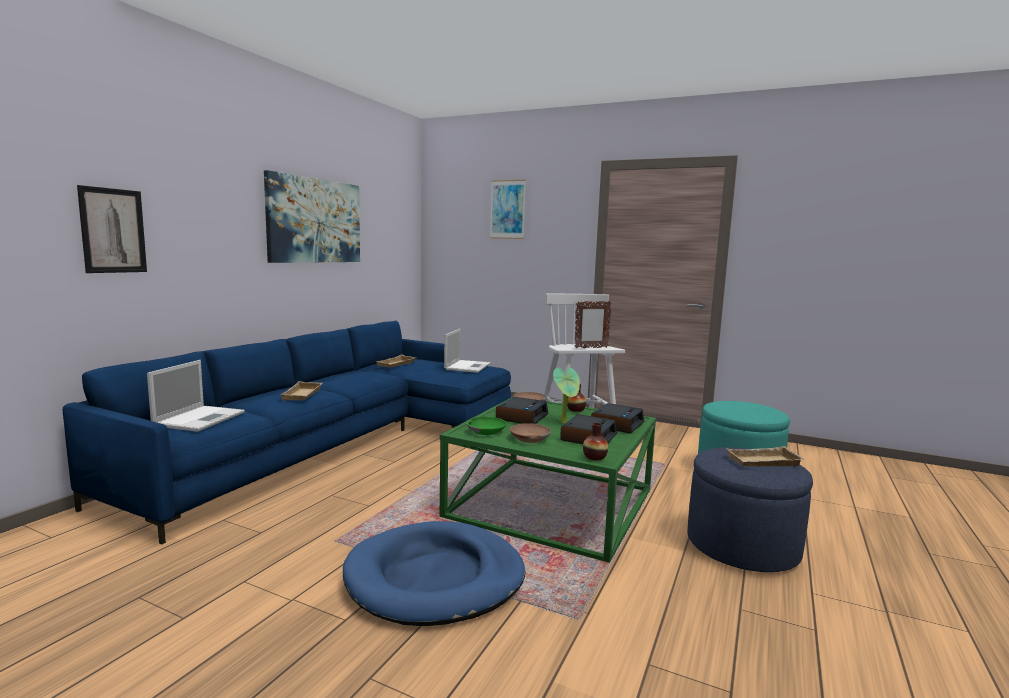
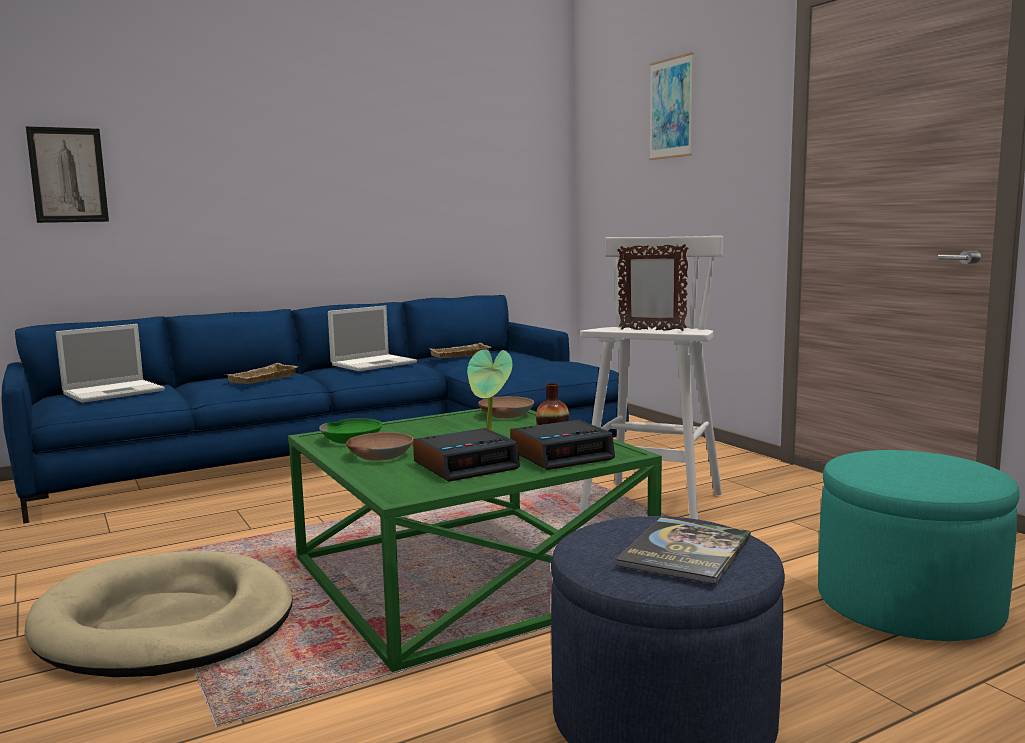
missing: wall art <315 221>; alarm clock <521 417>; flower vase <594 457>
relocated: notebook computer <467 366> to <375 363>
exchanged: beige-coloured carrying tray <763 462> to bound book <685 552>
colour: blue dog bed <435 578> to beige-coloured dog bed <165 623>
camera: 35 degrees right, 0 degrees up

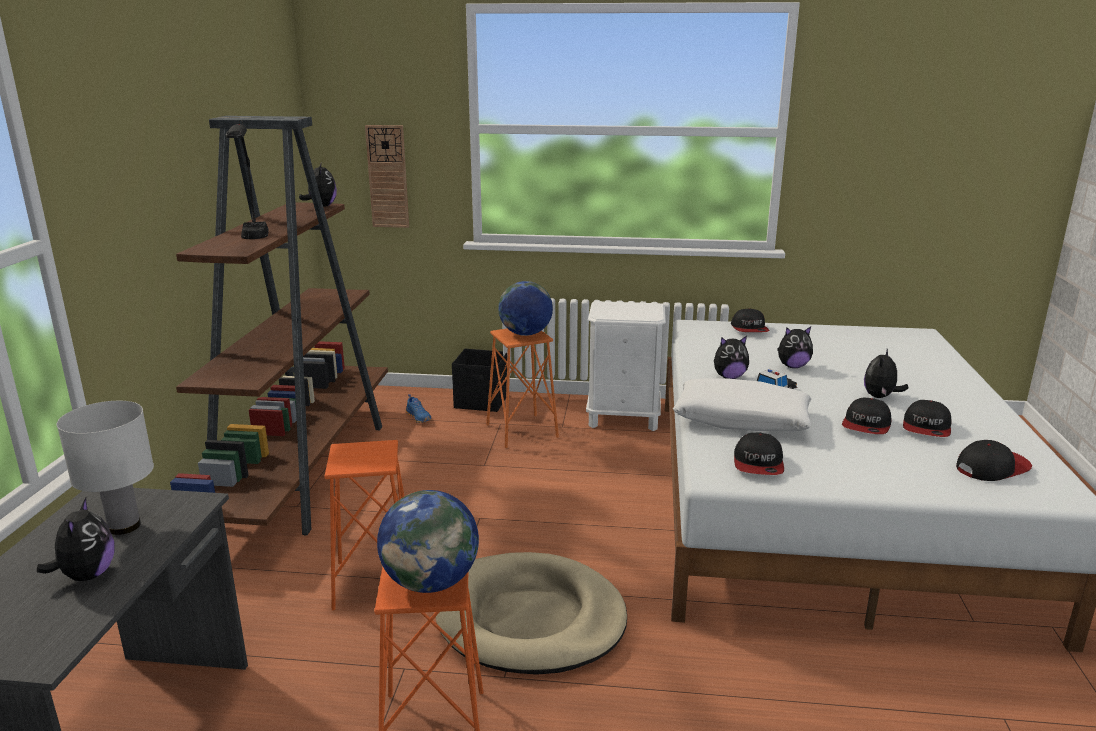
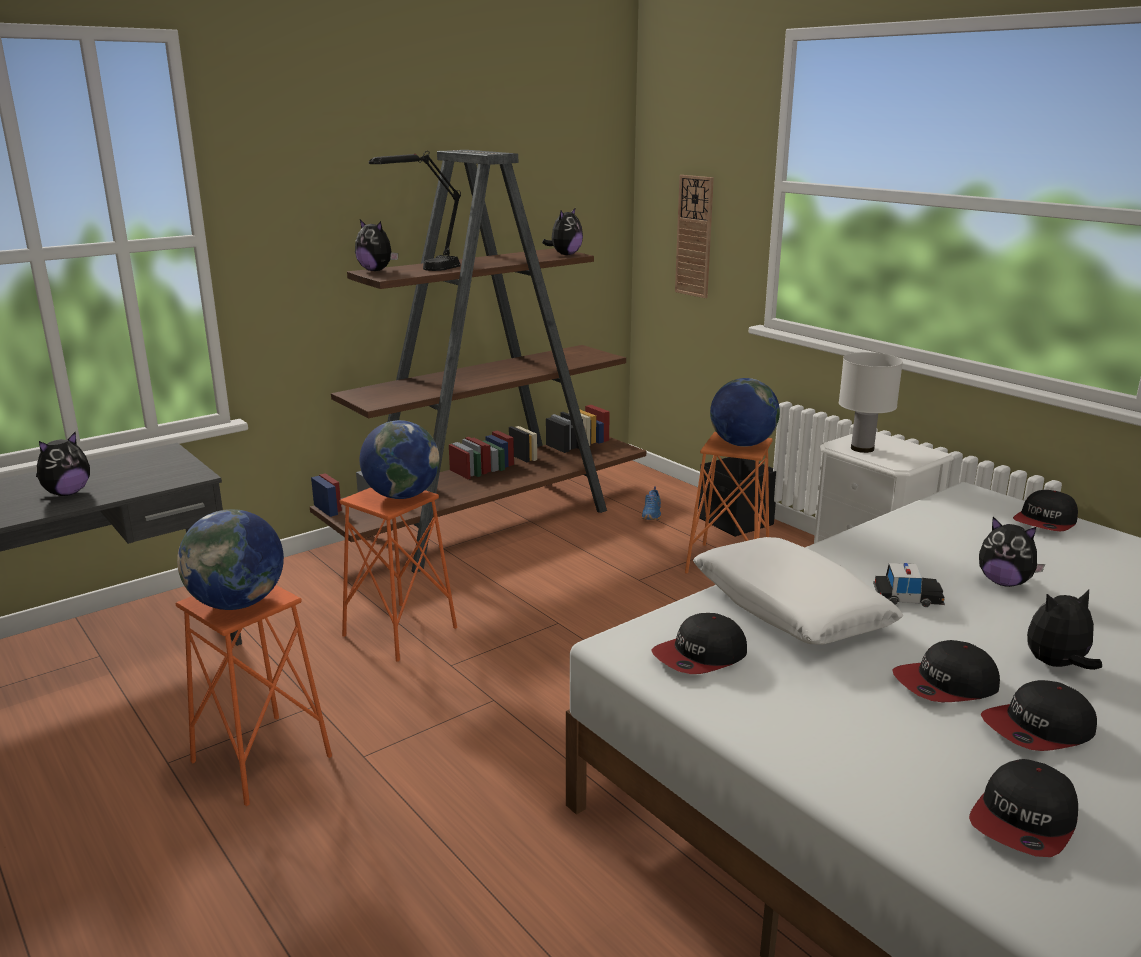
missing: beige-coloured dog bed <530 619>
appeared: desk globe <402 496>
relocated: cuddly toy <729 377> to <376 270>; whitish tabletop lamp <123 526> to <862 448>
spun: peaked cap <992 468> = <1024 821> 105 degrees clockwise
camera: 45 degrees right, 0 degrees up

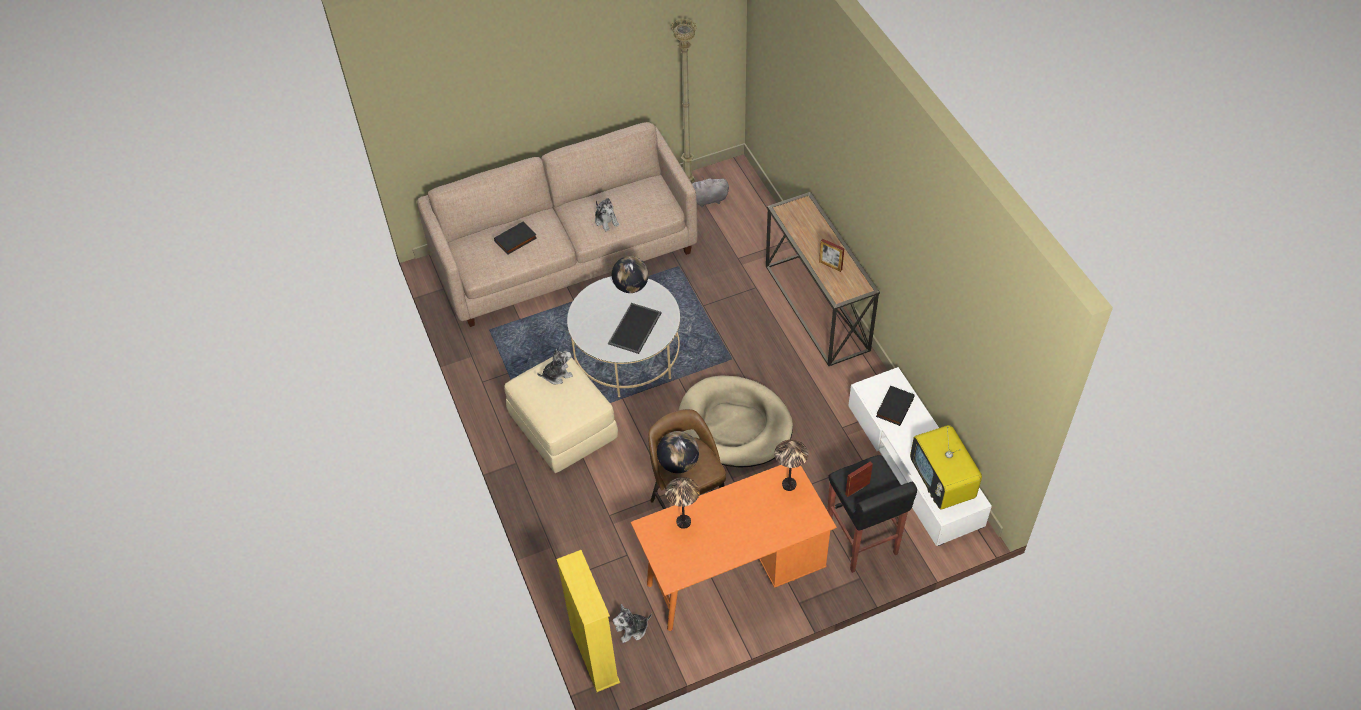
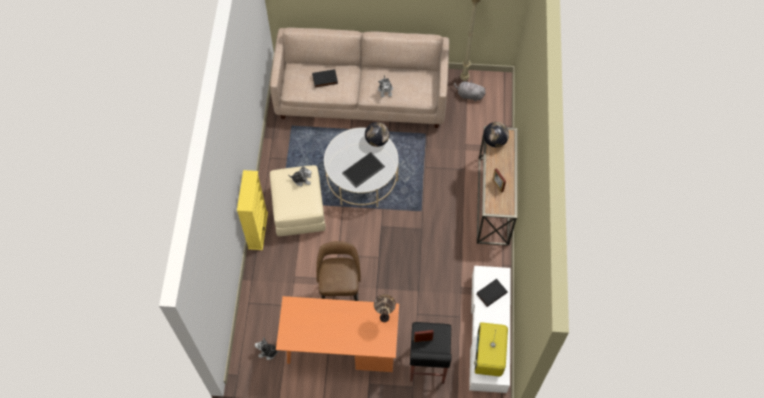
missing: beige-coloured dog bed <734 425>; tabletop lamp <684 522>
relocated: desk globe <678 463> to <494 141>; yellow-coloured bookshelf <594 656> to <258 230>
camera: 25 degrees right, 10 degrees up

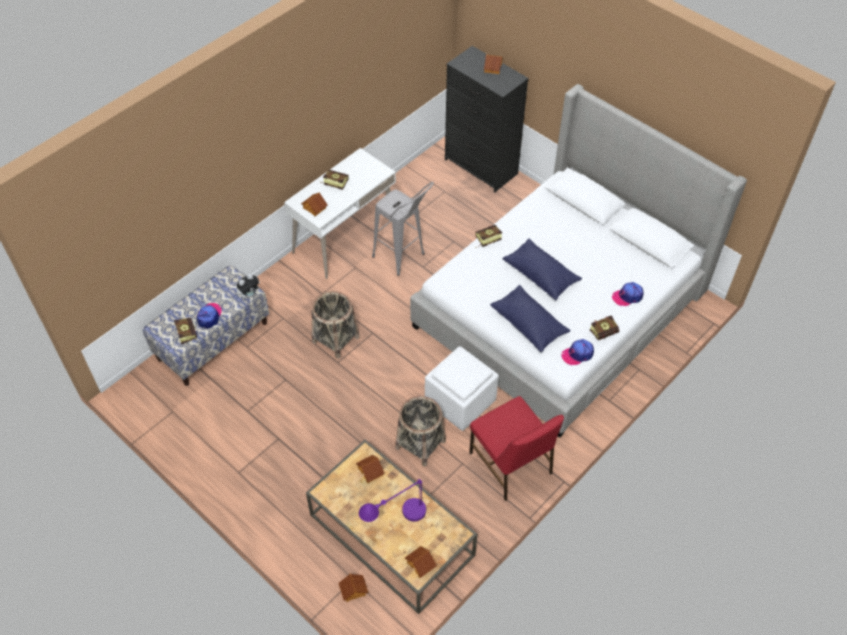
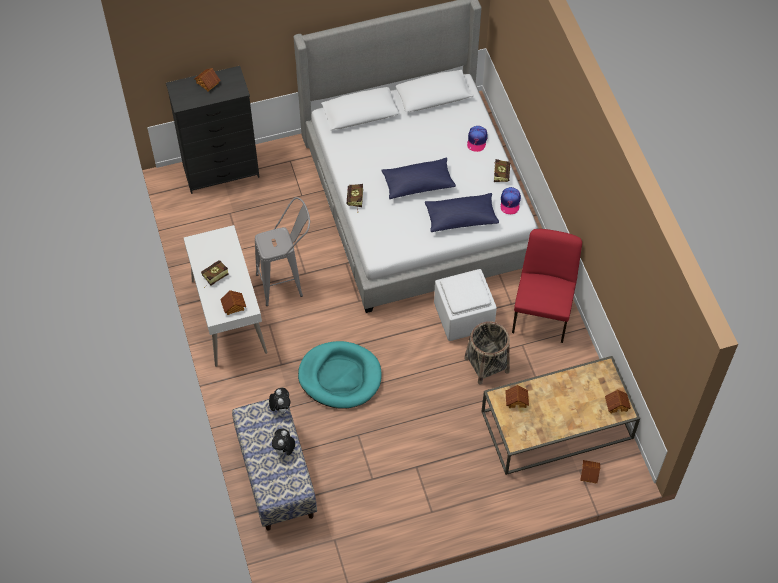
missing: bound book <186 332>; purple-coloured tabletop lamp <396 521>
exchanged: basket <336 339> to turquoise dog bed <340 376>; peaked cap <209 316> to cuddly toy <284 450>
spun: red chair <511 464> = <543 313> 75 degrees counterclockwise
camera: 60 degrees left, 5 degrees up

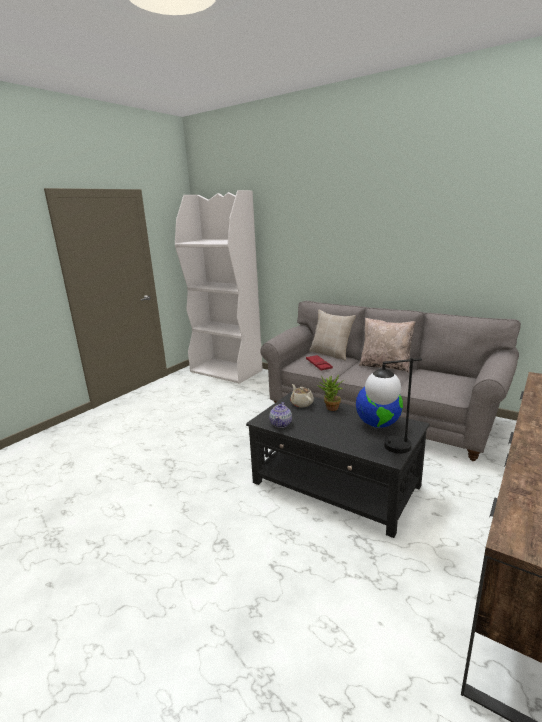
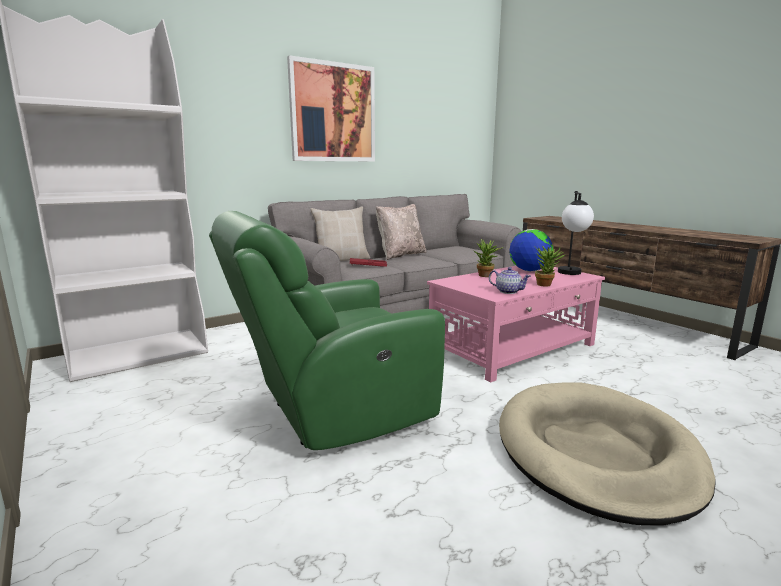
missing: beige-coloured pot for tea <301 403>
appeared: wall art <333 113>; greenish lounge chair <332 411>; plant in a pot <546 284>; beige-coloured dog bed <595 453>
colour: black low table <335 484> to pink low table <513 348>
camera: 70 degrees left, 5 degrees down

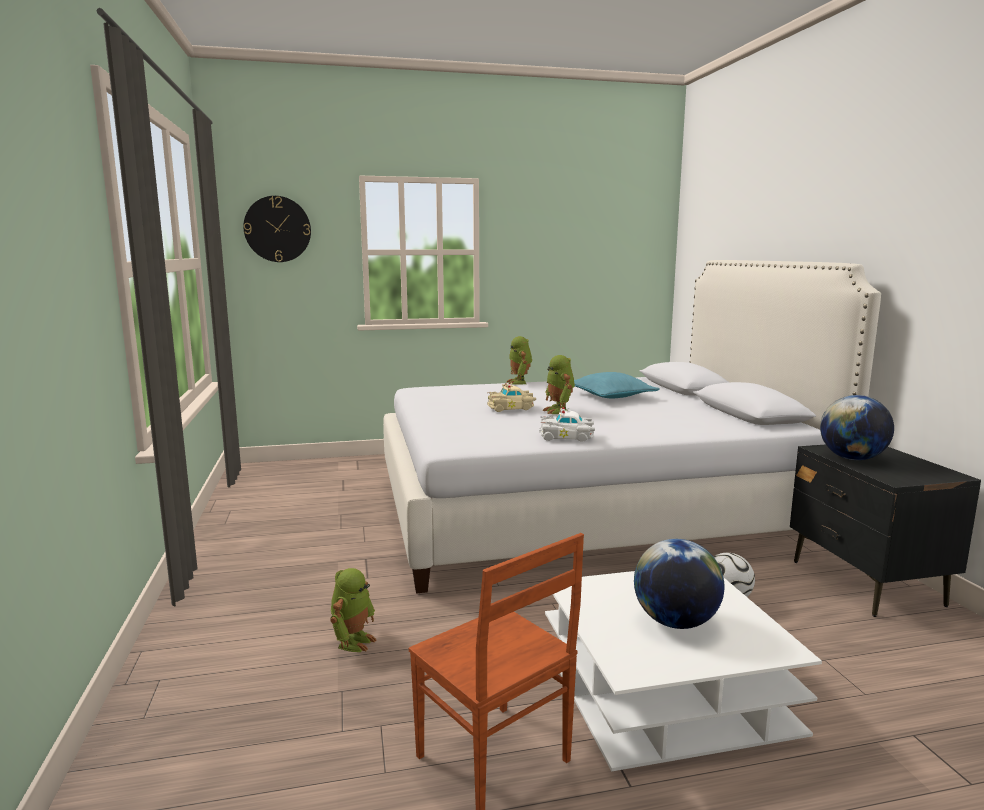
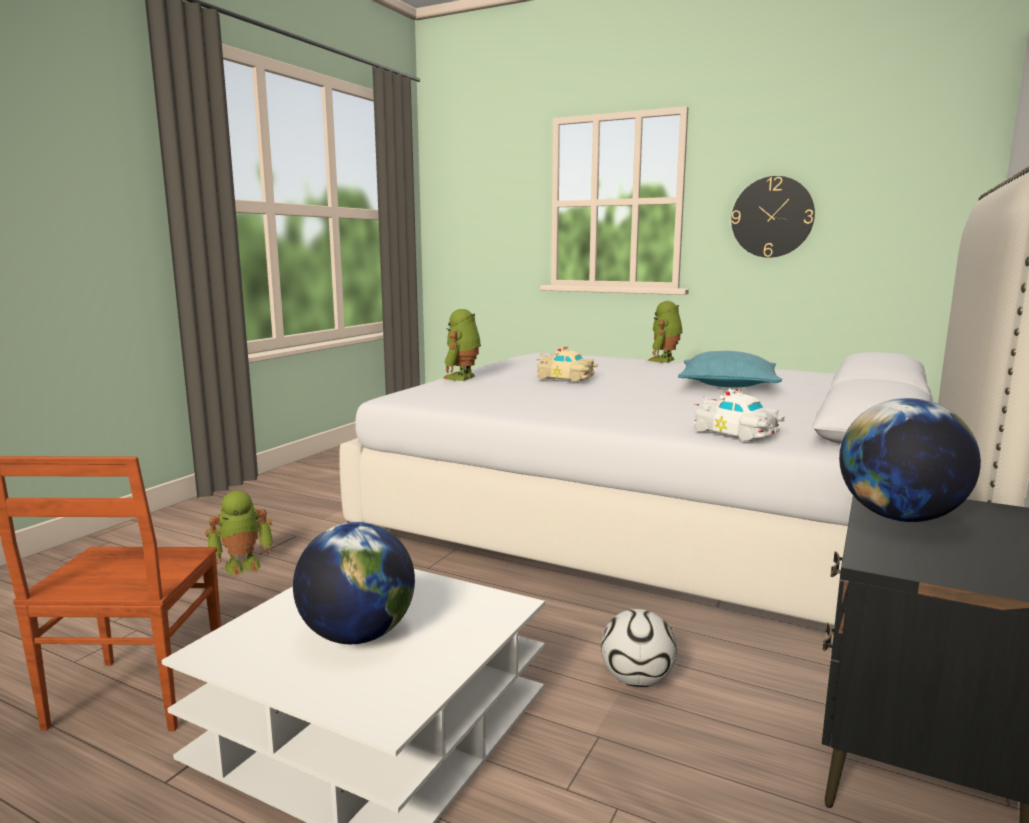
relocated: wall clock <277 229> to <772 217>; toy robot <559 411> to <463 378>; whitish model car <568 437> to <736 433>
camera: 40 degrees right, 0 degrees up

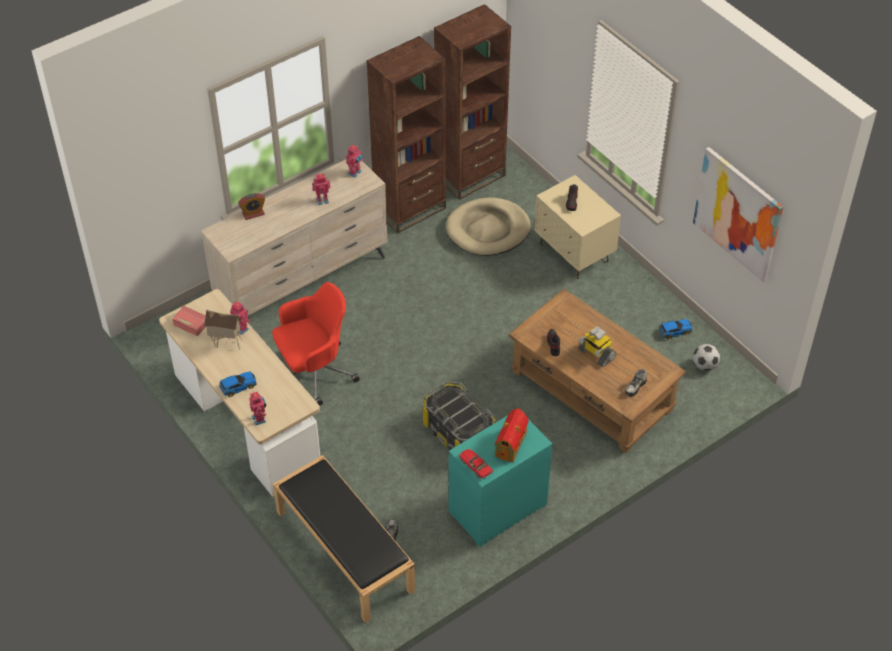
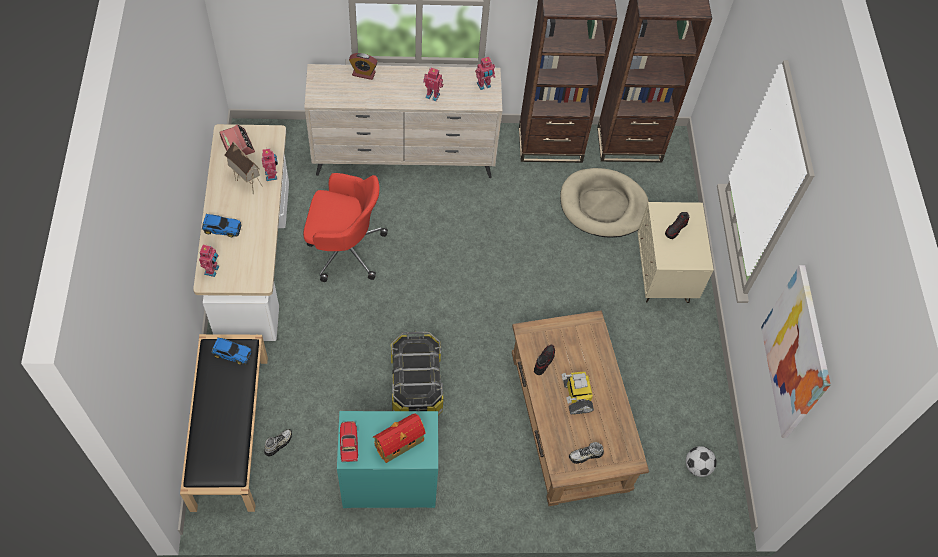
relocated: model car <674 331> to <231 353>
camera: 30 degrees right, 10 degrees up

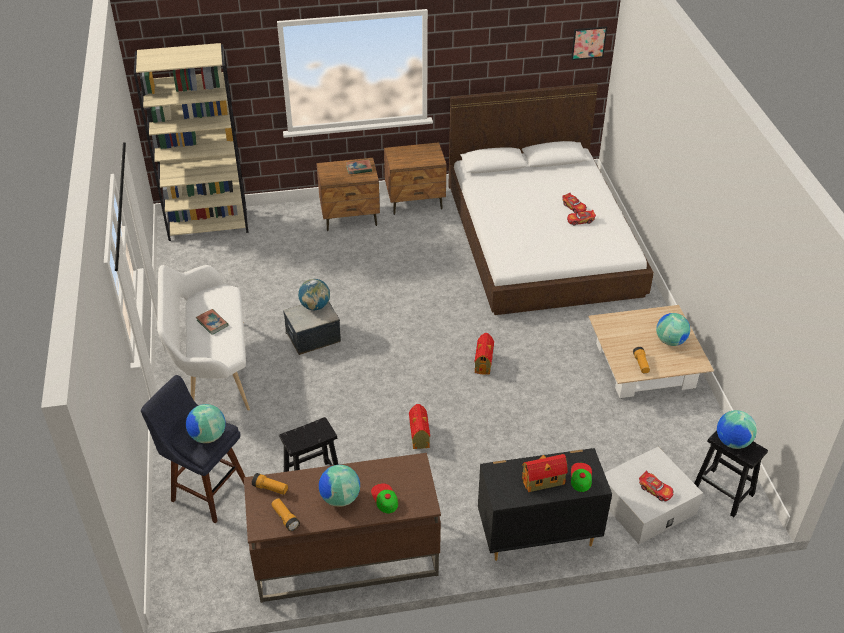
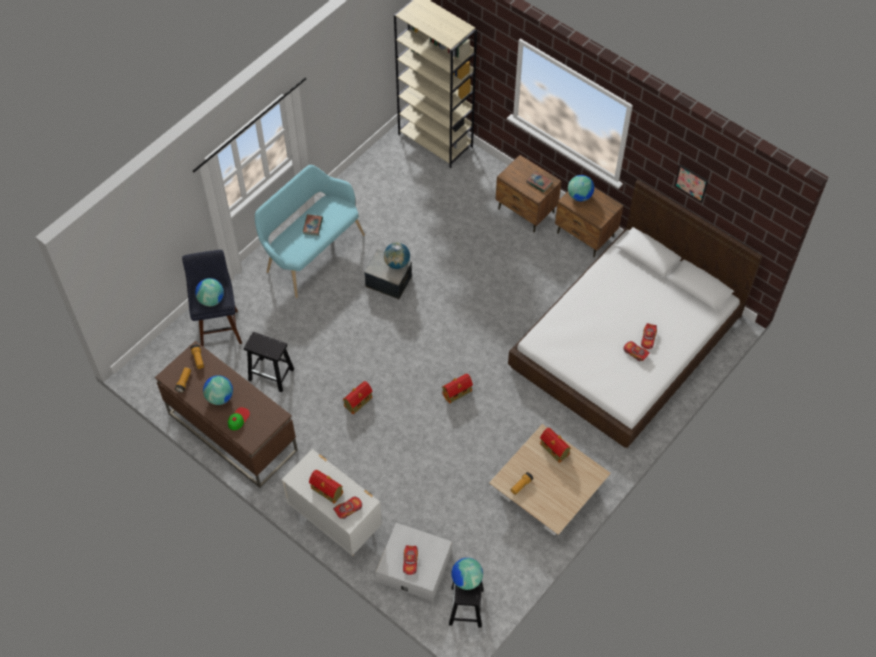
appeared: toy house <555 450>
relocated: wall art <588 43> to <691 183>; desk globe <670 341> to <580 196>
exchanged: peaked cap <581 477> to model car <348 509>
colour: whitish indoor bench <212 369> to turquoise indoor bench <311 252>; black chest of drawers <537 535> to whitish chest of drawers <334 520>
camera: 50 degrees right, 15 degrees up

